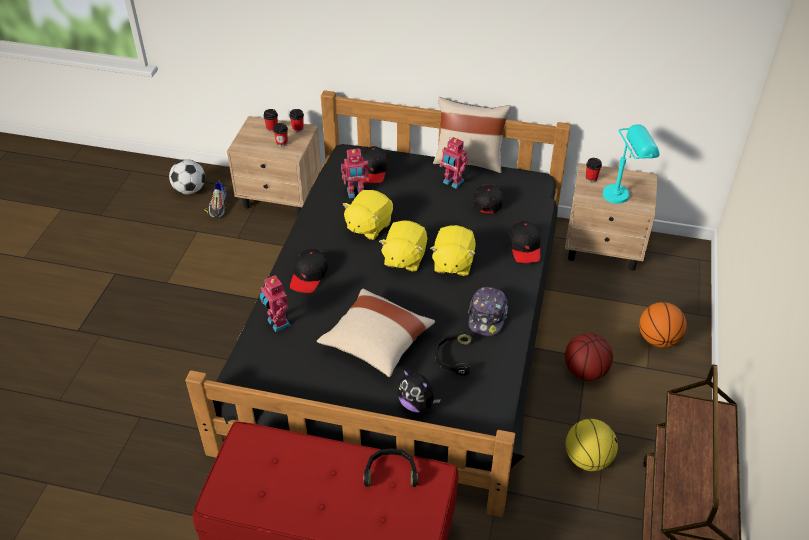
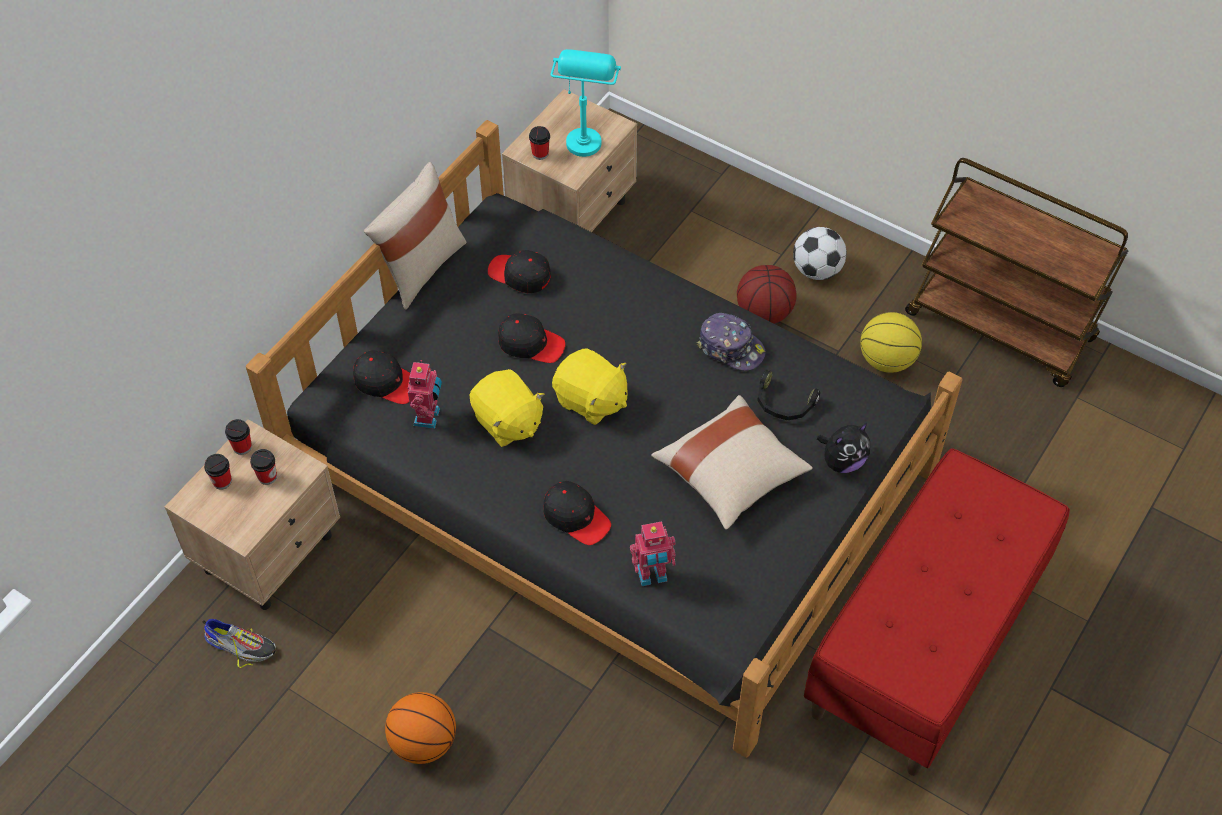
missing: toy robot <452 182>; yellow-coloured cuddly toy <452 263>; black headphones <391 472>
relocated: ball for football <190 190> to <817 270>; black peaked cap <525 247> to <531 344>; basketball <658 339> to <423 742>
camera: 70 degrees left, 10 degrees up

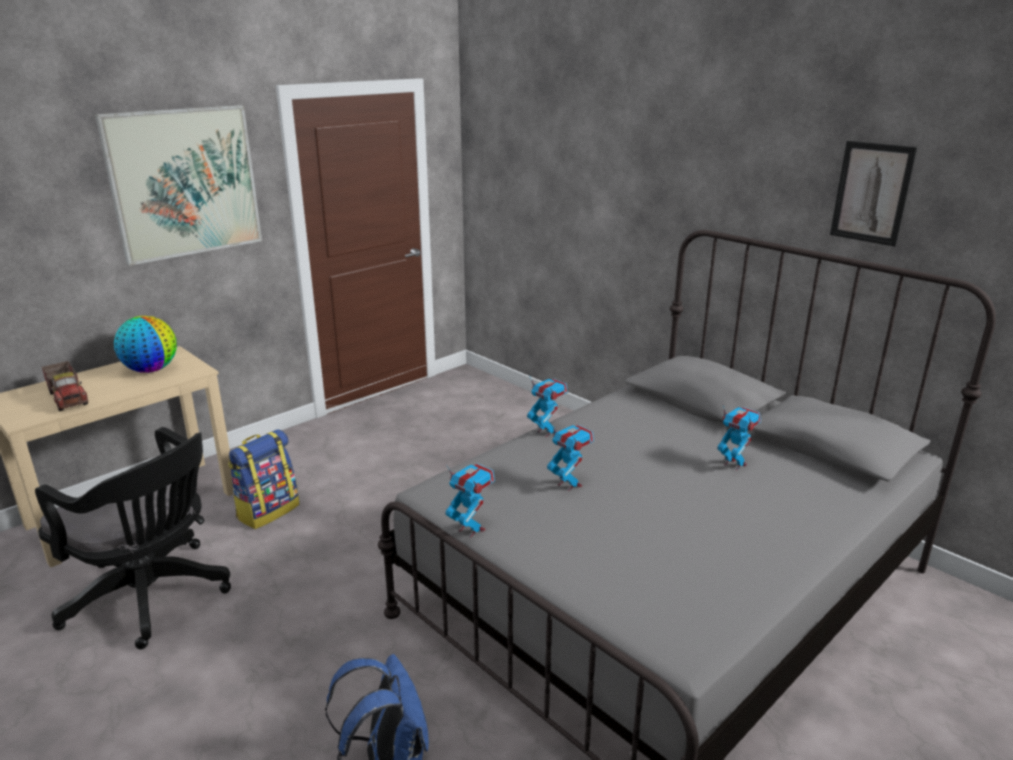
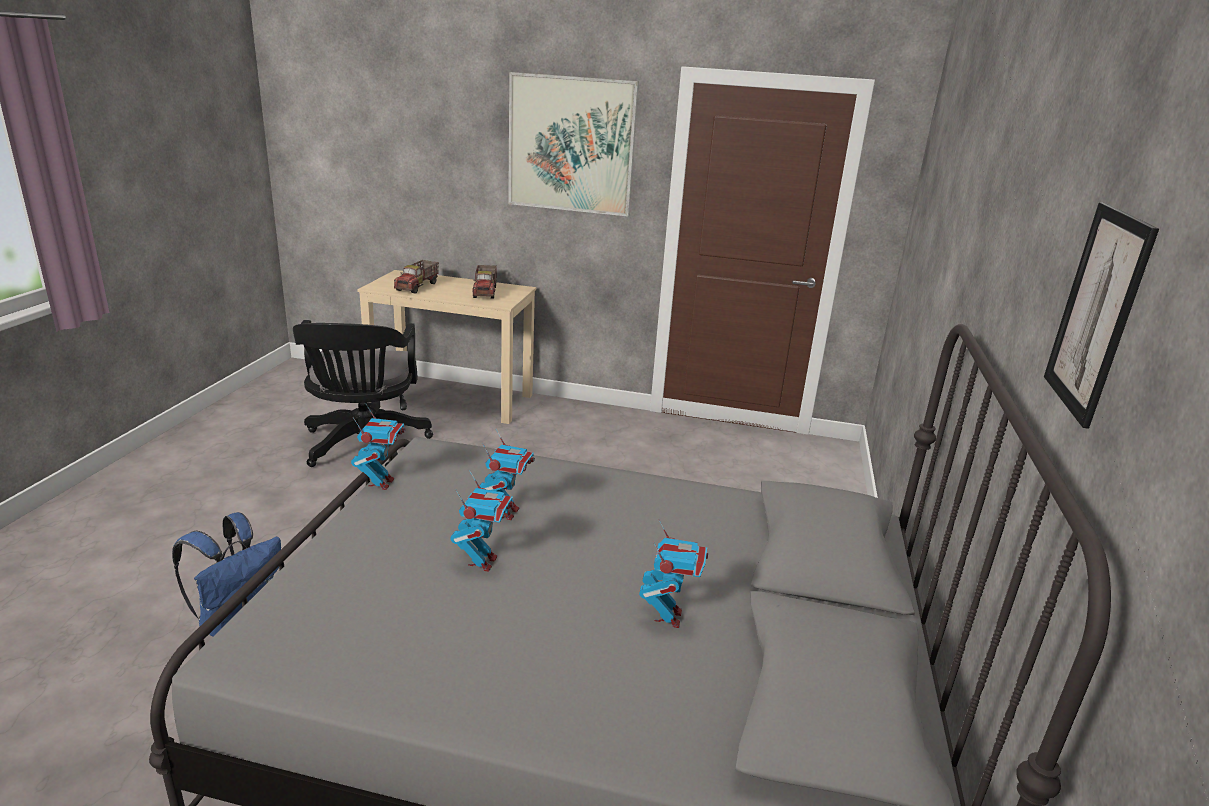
missing: knapsack <268 511>
relocated: toy robot <546 432> to <482 562>
exchanged: desk globe <151 370> to model truck <485 292>
camera: 55 degrees right, 0 degrees up

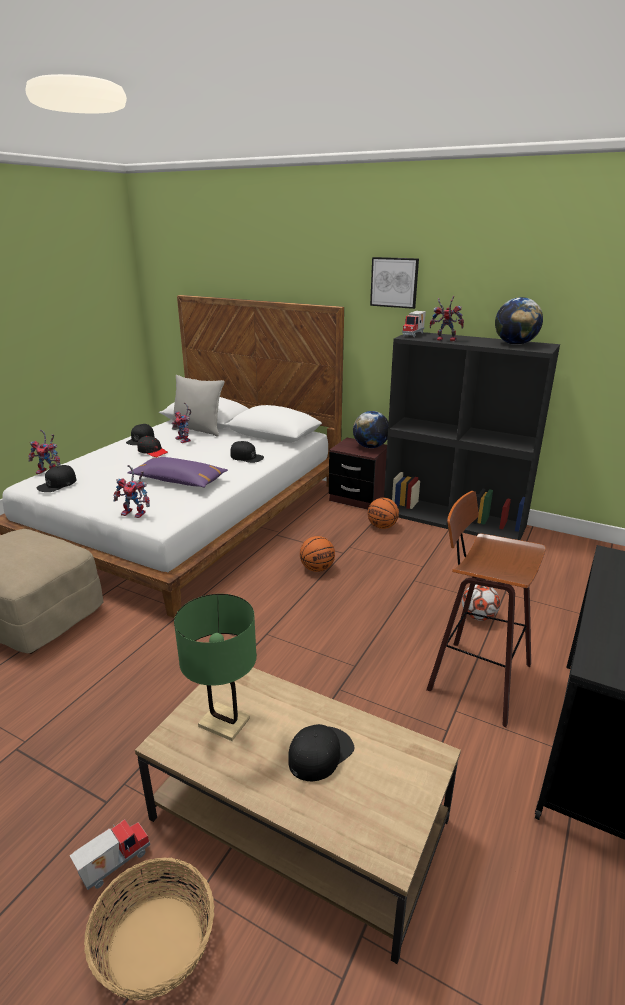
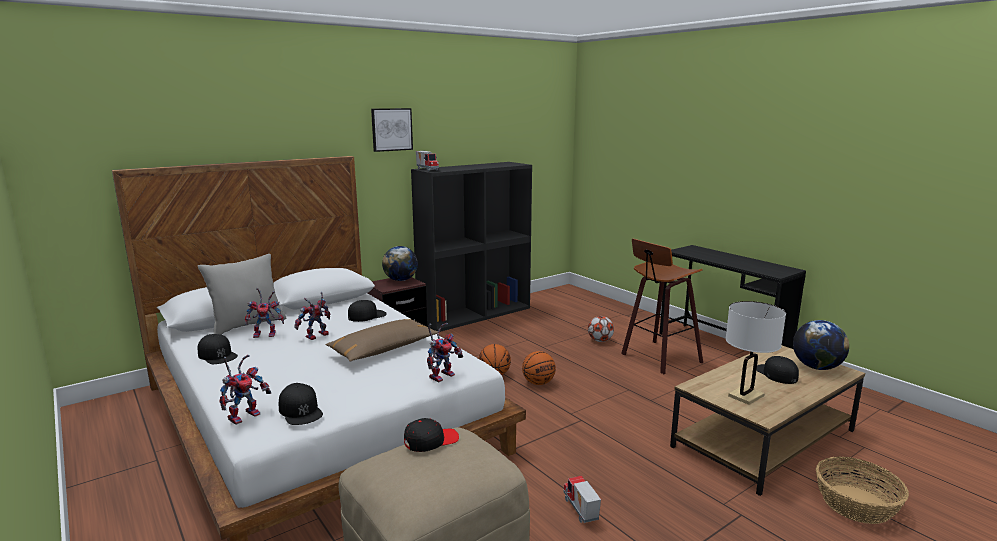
relocated: toy robot <444 340> to <316 337>; desk globe <515 344> to <816 367>; black peaked cap <152 451> to <430 441>; basketball <382 526> to <538 383>; model truck <114 863> to <579 510>
colour: purple-coloured cushion <179 481> to brown cushion <383 349>; greenish tabletop lamp <224 722> to whitish tabletop lamp <746 396>
camera: 65 degrees left, 10 degrees down

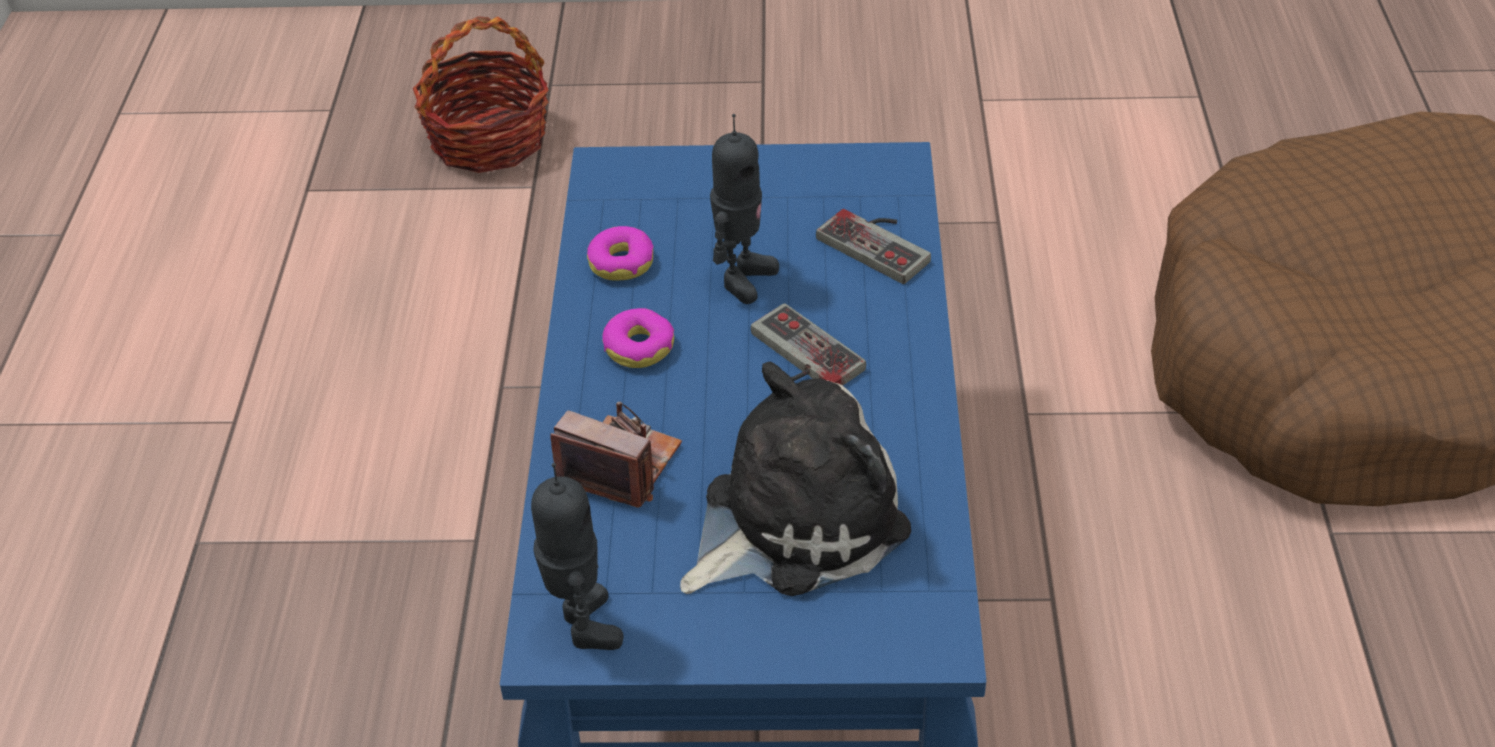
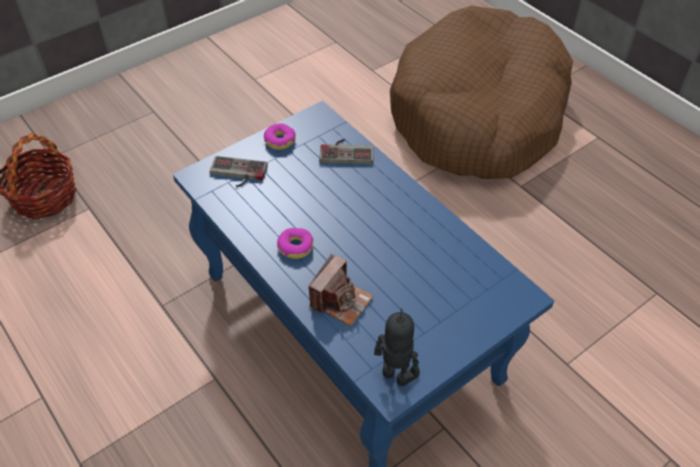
missing: toy robot <742 278>; cuddly toy <793 519>
relocated: doughnut <621 262> to <280 140>; game controller <797 358> to <237 174>
spun: photo camera <620 465> = <341 301> 135 degrees clockwise
camera: 40 degrees left, 5 degrees up

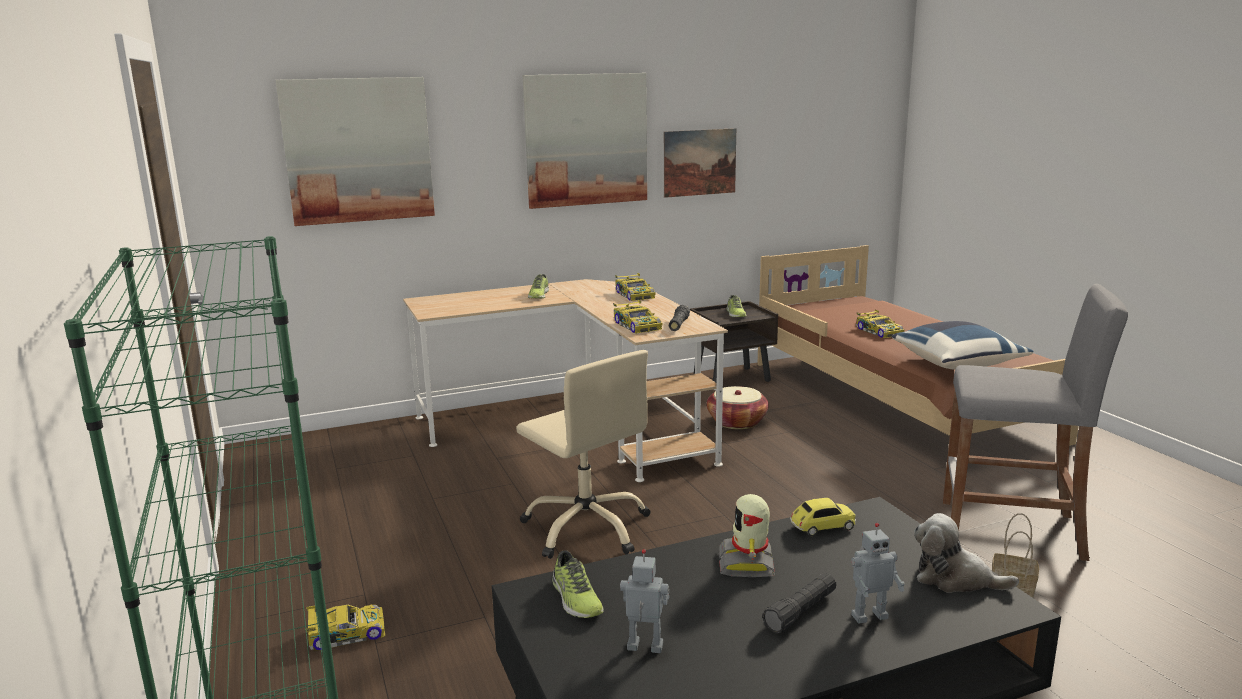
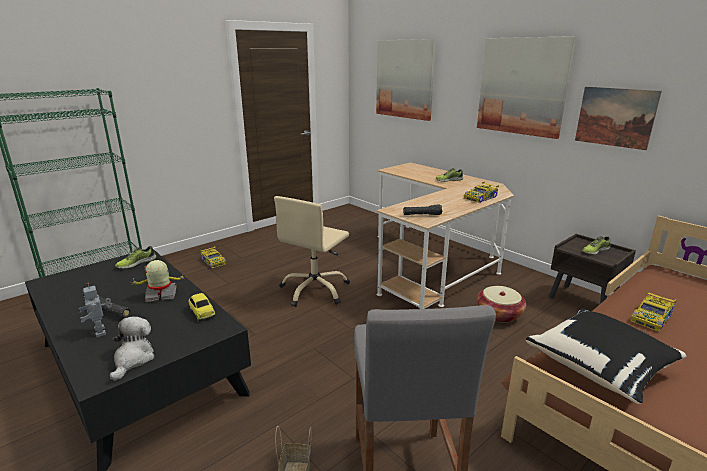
missing: model car <637 325>; toy robot <644 648>
colour: blue cushion <956 364> to black cushion <600 367>
camera: 70 degrees right, 5 degrees up

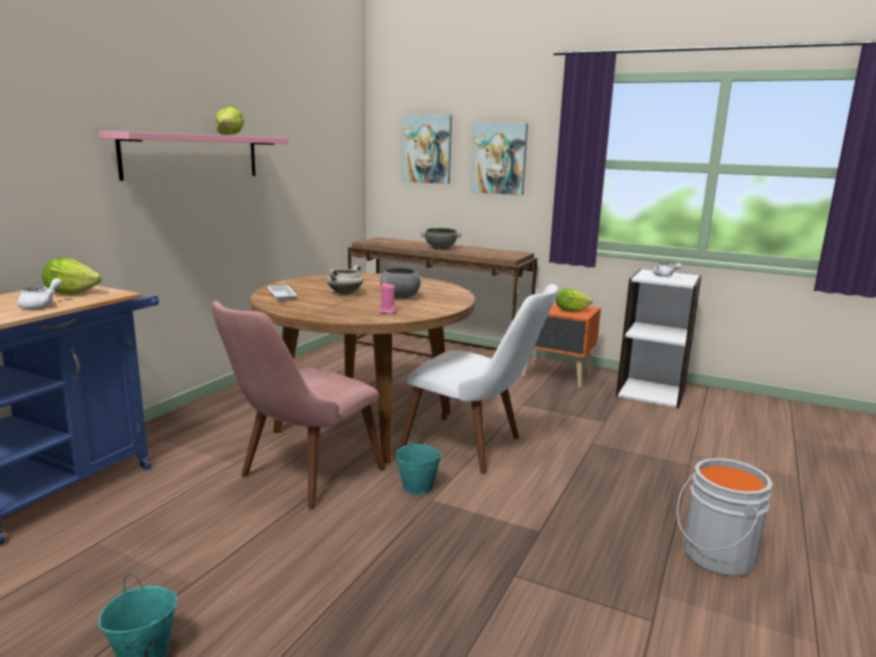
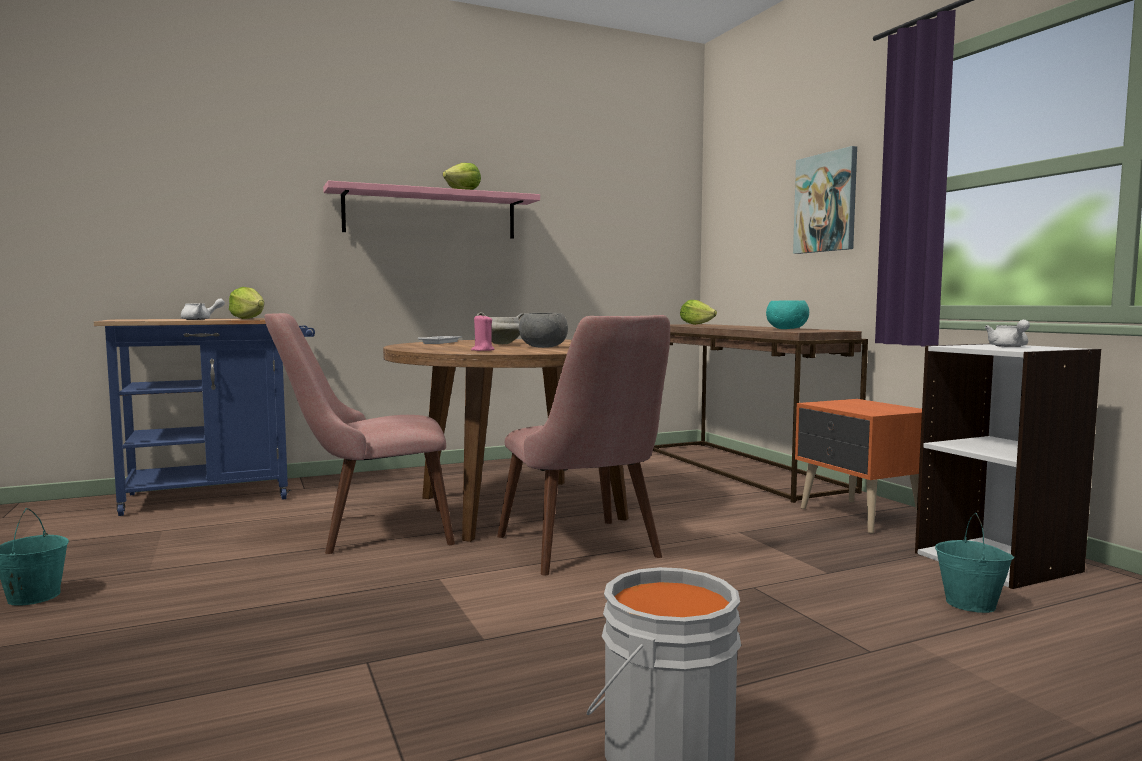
missing: wall art <427 149>; greyish deep dish <440 248>
appeared: turquoise deep dish <787 329>
relocated: lettuce <570 311> to <696 324>; turquoise water bucket <418 487> to <971 604>
colour: whitish chair <476 447> to pink chair <588 552>
camera: 40 degrees right, 10 degrees down

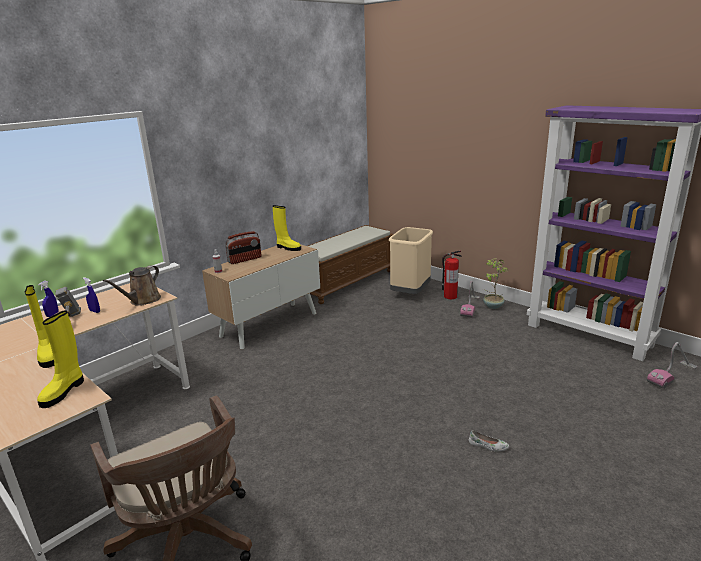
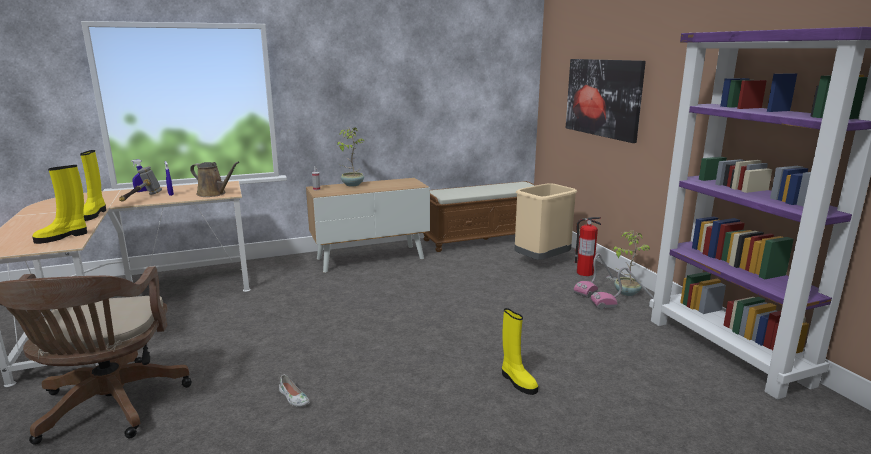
appeared: wall art <603 98>
relocated: yellow-coloured high-top boot <288 248> to <517 381>; hoover <672 375> to <626 304>; whitish low shoe <488 446> to <293 398>
exchanged: radio <245 260> to plant in a pot <352 185>
spun: brown watering can <143 300> = <213 194> 120 degrees counterclockwise
camera: 25 degrees right, 5 degrees down

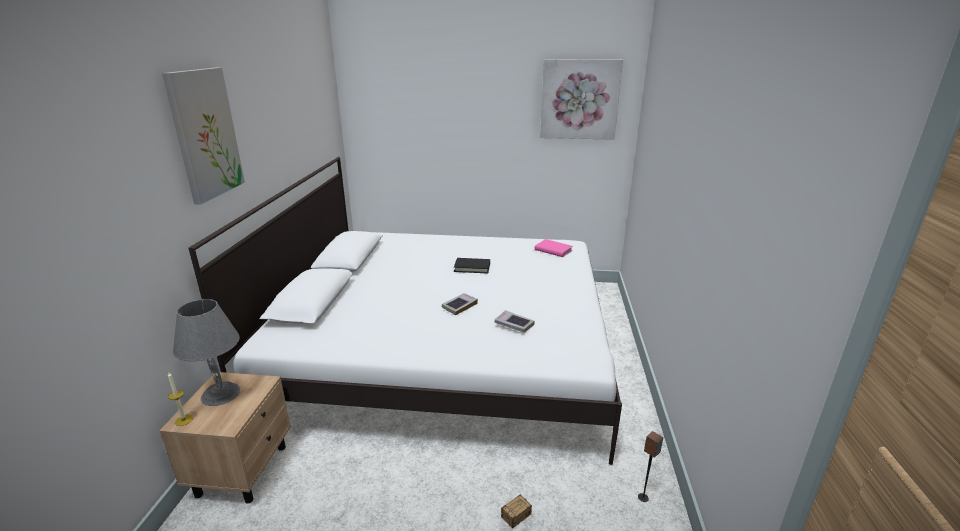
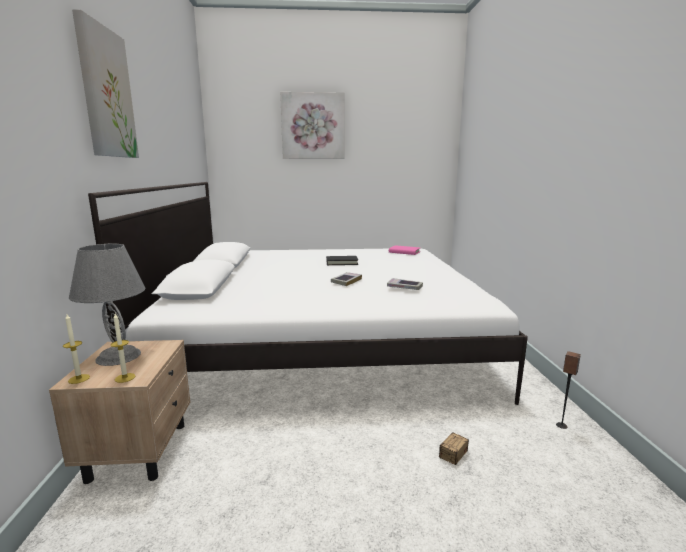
appeared: wax light <125 378>
relocated: wall art <579 99> to <313 126>
camera: 10 degrees left, 10 degrees down

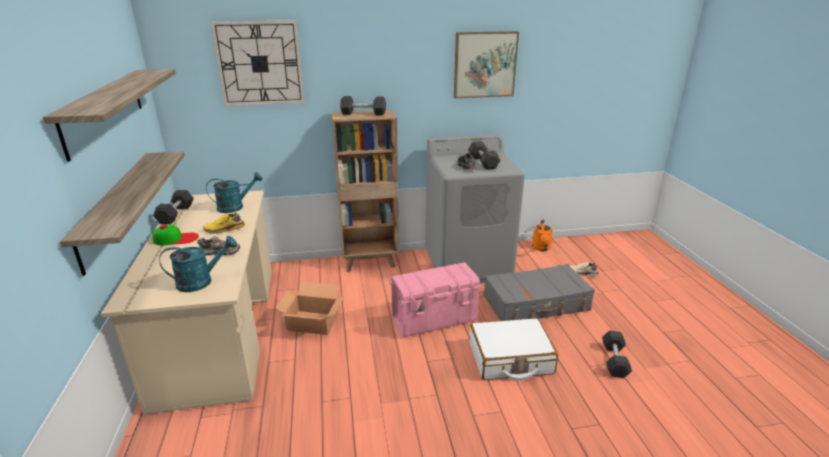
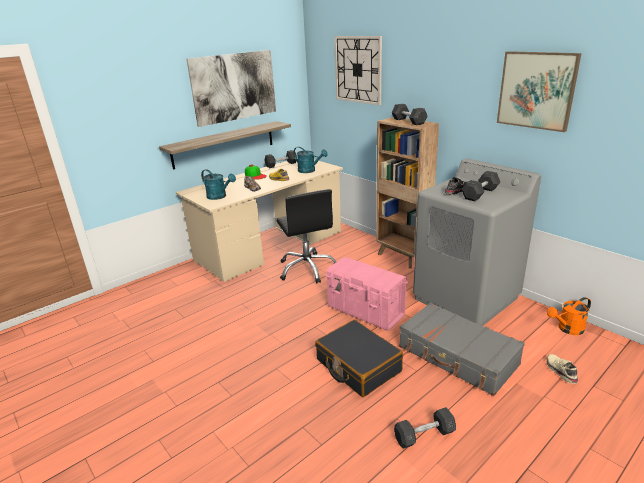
exchanged: bracket shelf <104 109> to wall art <234 87>; cardboard box <313 323> to black computer chair <307 268>
colour: whitish piece of luggage <510 359> to black piece of luggage <358 366>
camera: 60 degrees right, 0 degrees up

